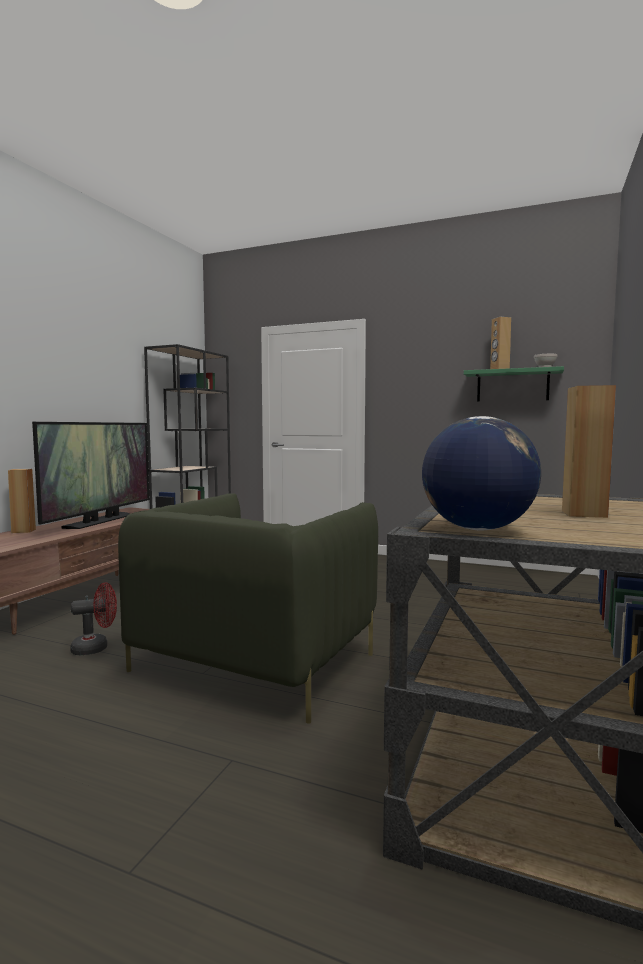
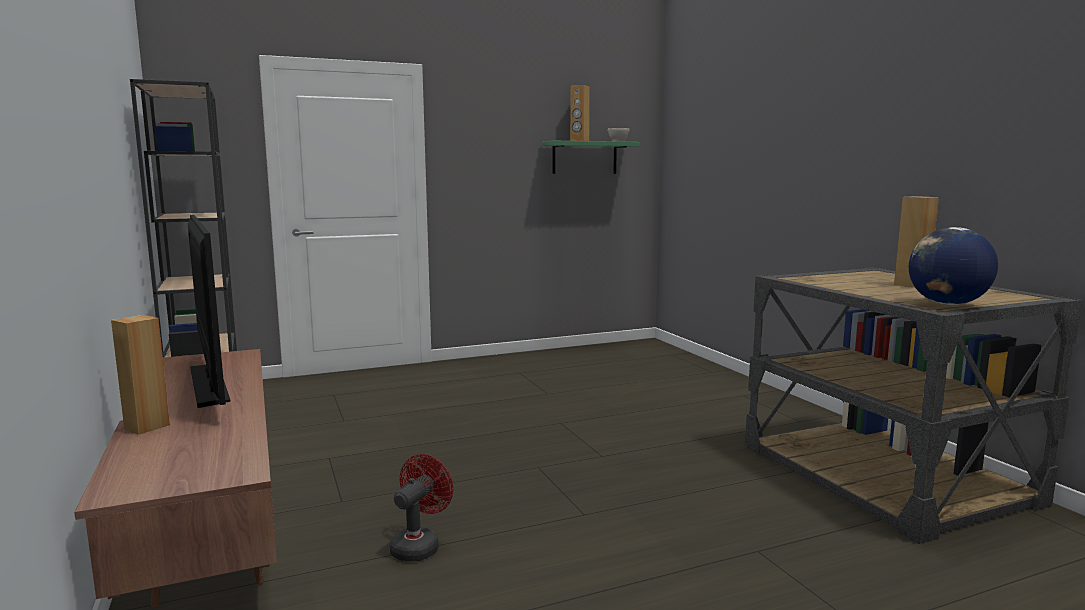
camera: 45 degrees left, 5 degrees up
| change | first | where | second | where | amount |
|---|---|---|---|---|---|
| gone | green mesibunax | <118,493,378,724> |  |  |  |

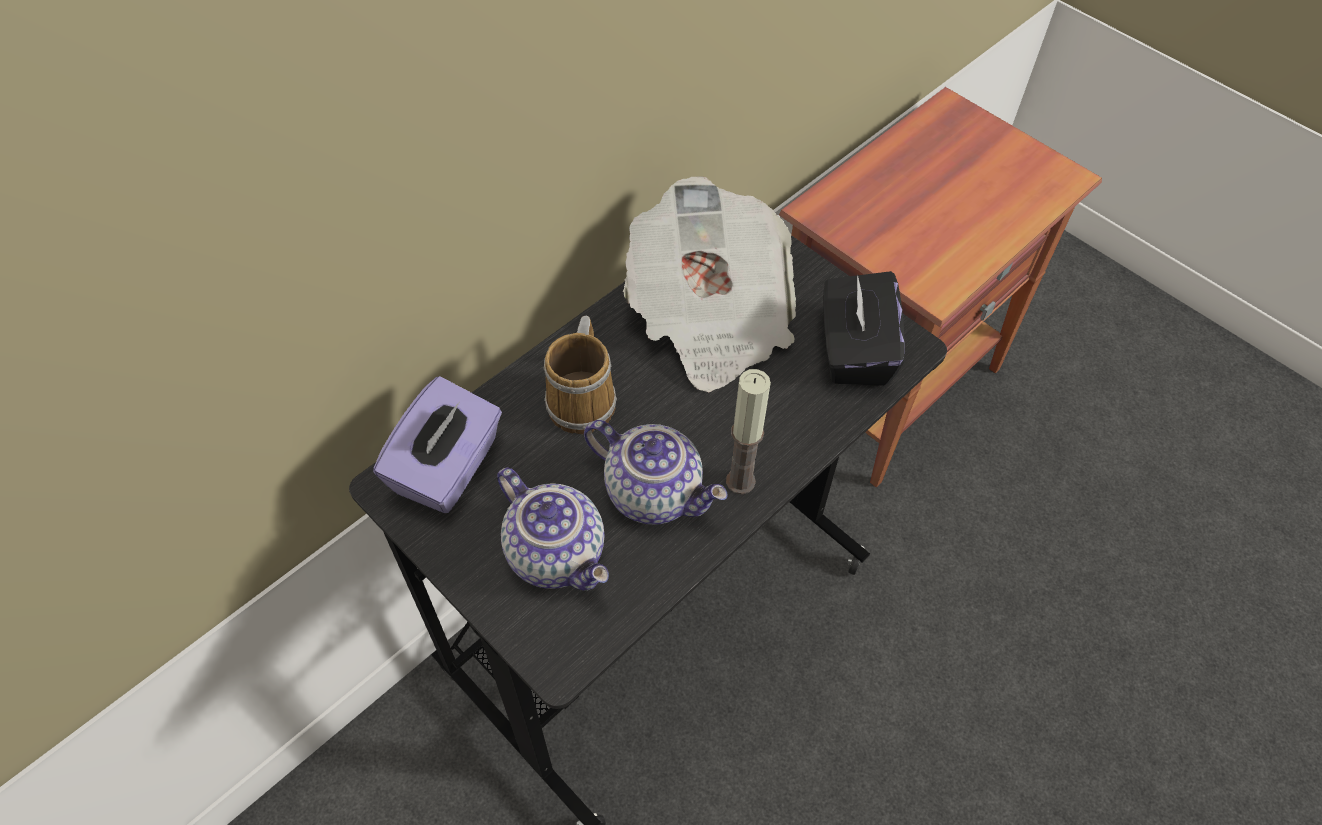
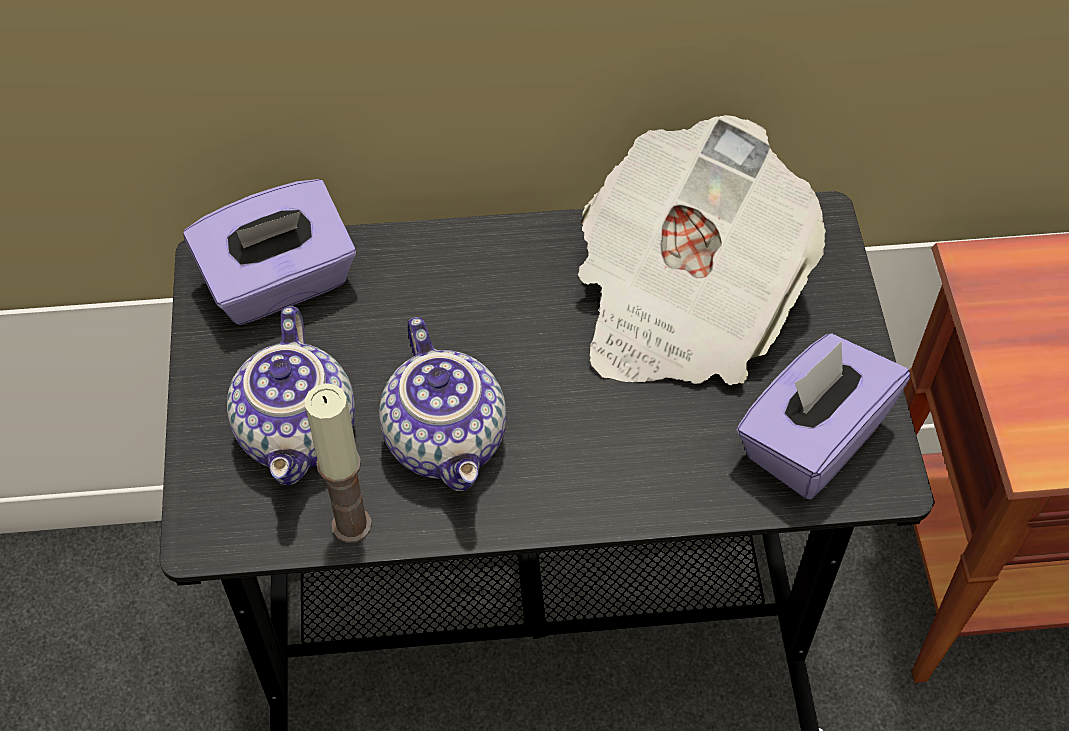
camera: 40 degrees right, 0 degrees up
| change | first | where | second | where | amount |
|---|---|---|---|---|---|
| gone | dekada | <544,316,617,434> |  |  |  |
| shifted | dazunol | <726,369,771,494> |  | <305,383,372,543> |  |
| repainted | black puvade | <823,271,905,386> | purple puvade | <736,333,910,500> |  |

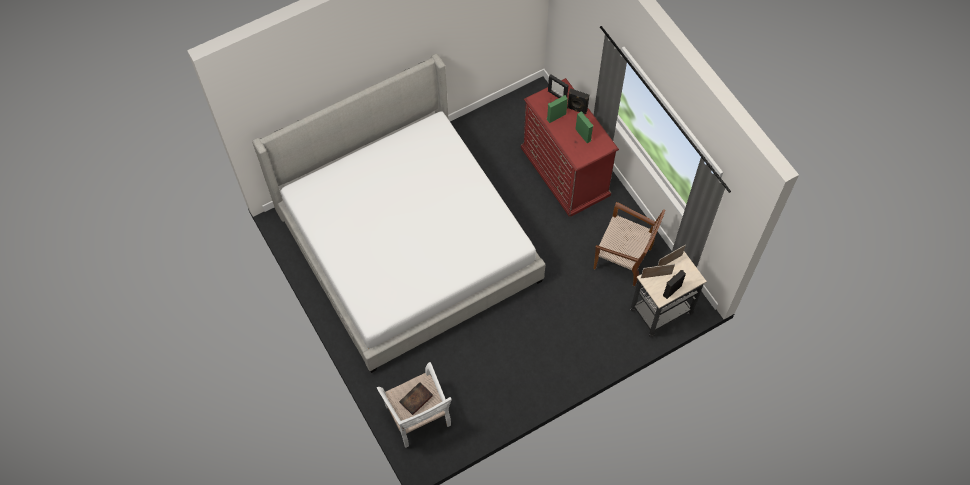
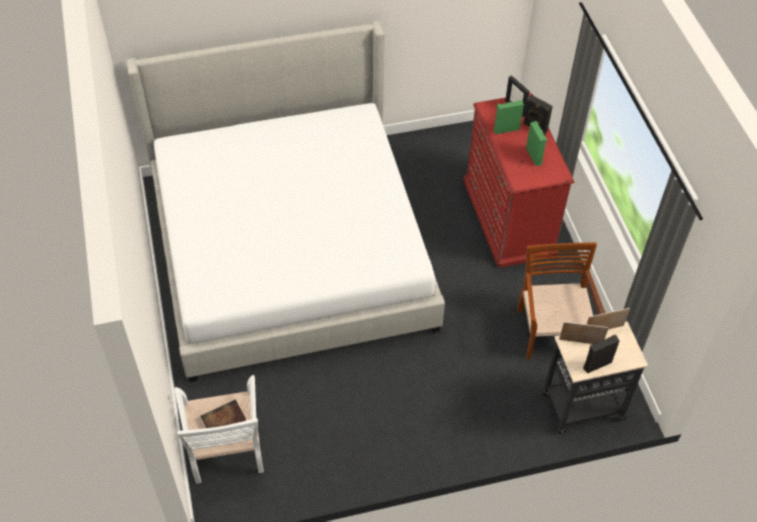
camera: 15 degrees right, 10 degrees down
| change | first | where | second | where | amount |
|---|---|---|---|---|---|
| rotated | brown mesibunax | <593,202,666,286> |  | <517,242,605,359> | 135 degrees counterclockwise |

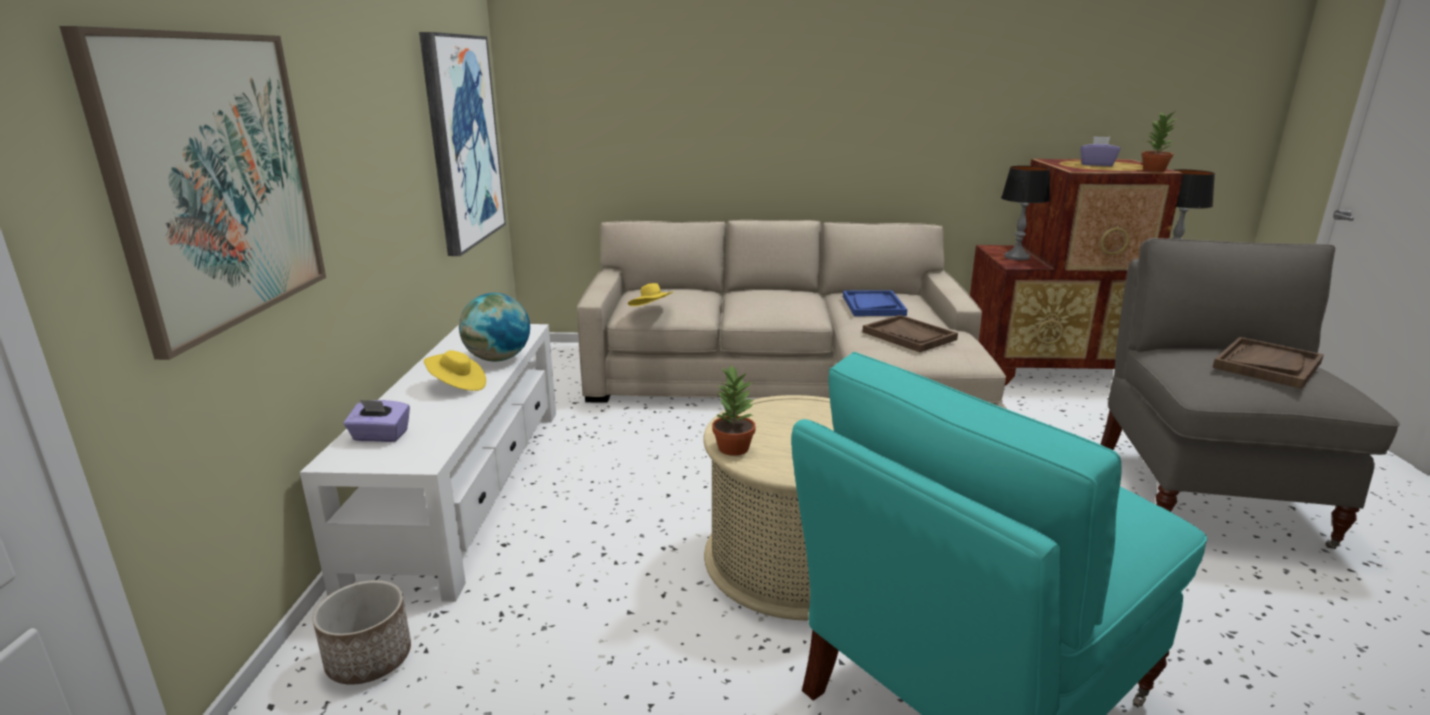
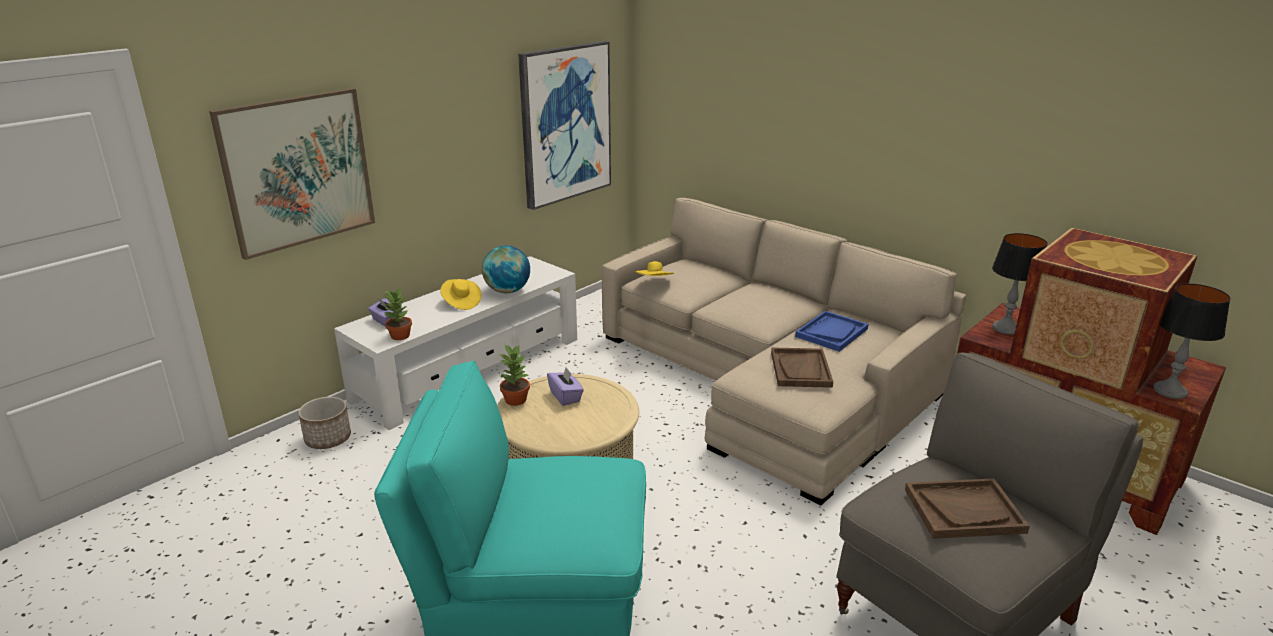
camera: 40 degrees right, 5 degrees up
| change | first | where | second | where | amount |
|---|---|---|---|---|---|
| shifted | purple puvade | <1080,136,1120,166> |  | <547,368,584,406> |  |
| shifted | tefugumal | <1141,112,1178,172> |  | <383,288,412,340> |  |

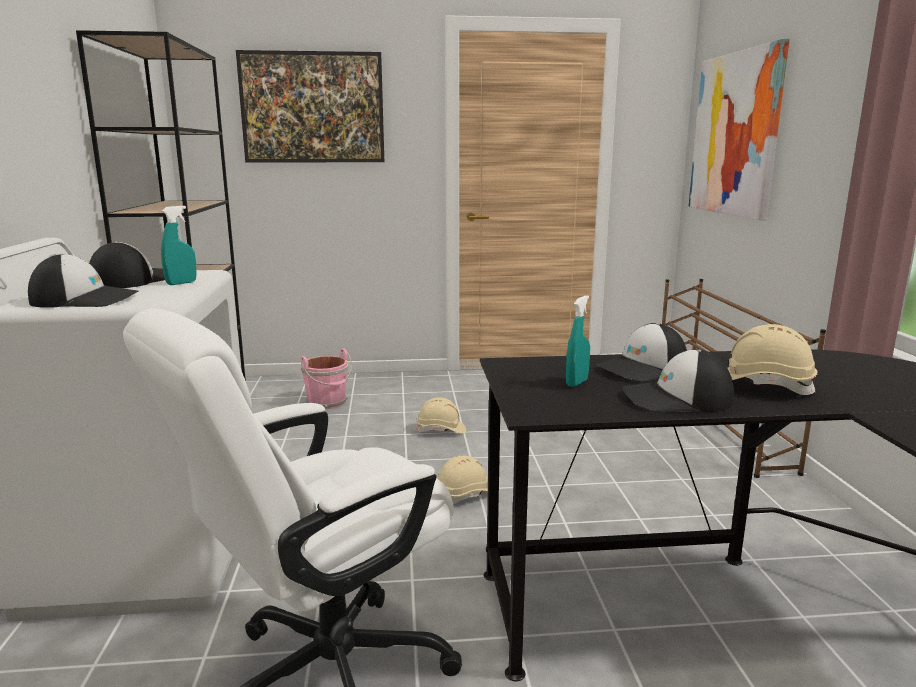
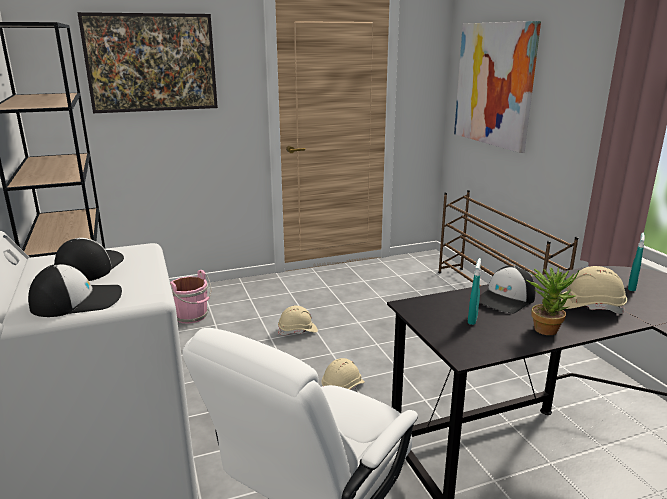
camera: 15 degrees left, 5 degrees up
| change | first | where | second | where | amount |
|---|---|---|---|---|---|
| shifted | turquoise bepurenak | <161,206,196,285> |  | <628,233,645,291> |  |
| swapped | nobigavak | <622,349,734,412> | tefugumal | <527,268,580,335> |  |

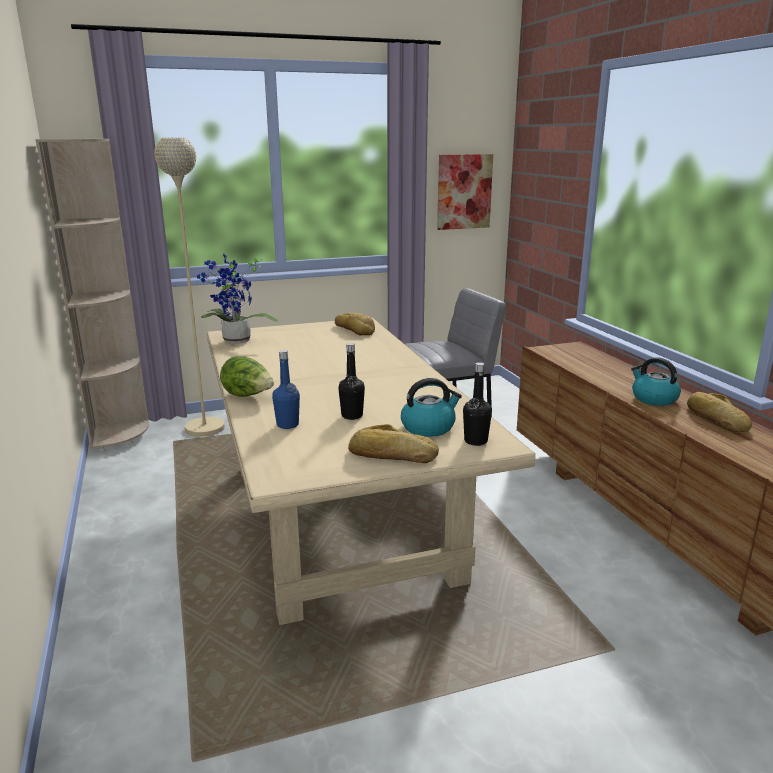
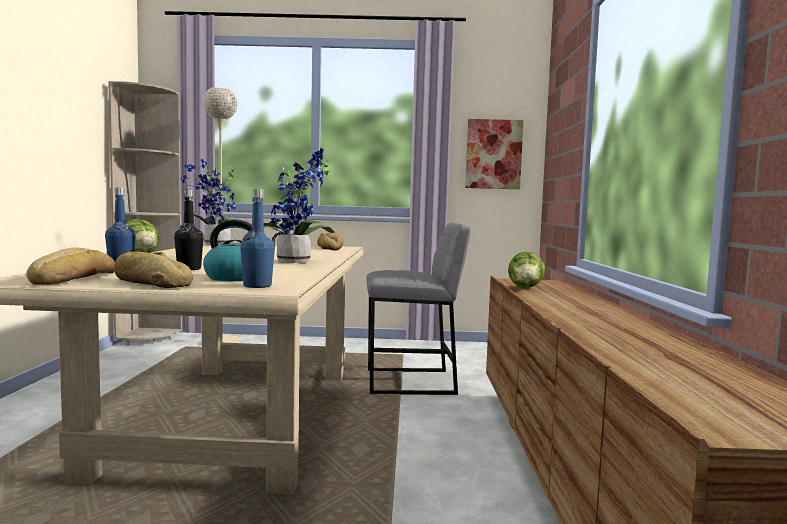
camera: 20 degrees right, 15 degrees down
| change | first | where | second | where | amount |
|---|---|---|---|---|---|
| repainted | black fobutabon | <463,362,492,446> | blue fobutabon | <240,189,275,288> |  |
| gone | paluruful | <631,358,681,406> |  |  |  |
| shifted | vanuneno | <687,392,752,432> |  | <26,248,115,285> |  |
| new |  |  | tefugumal | <248,148,335,263> |  |
| new |  |  | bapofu | <508,252,545,288> |  |

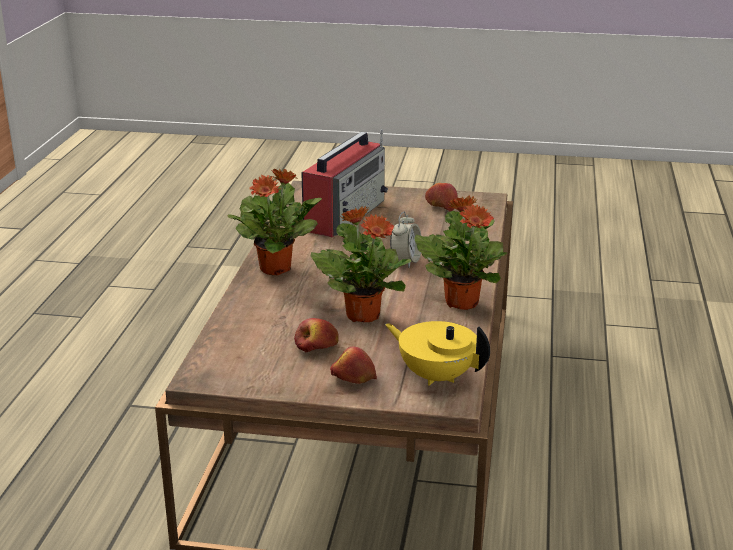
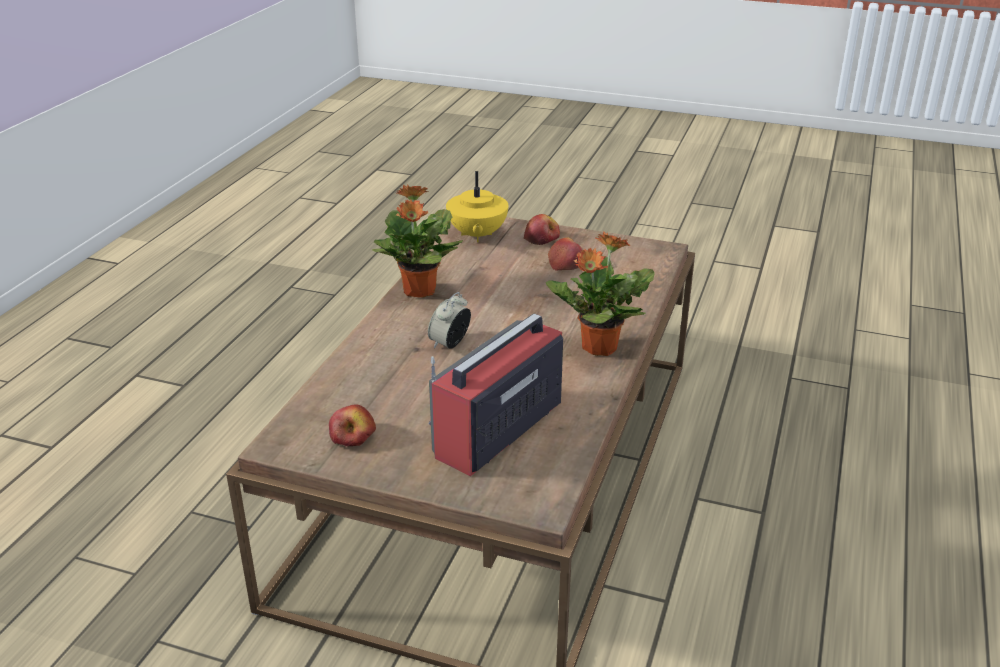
camera: 170 degrees left, 5 degrees up
| change | first | where | second | where | amount |
|---|---|---|---|---|---|
| gone | tefugumal | <311,206,412,322> |  |  |  |
| rotated | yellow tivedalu | <385,321,490,386> |  | <446,171,508,242> | 45 degrees clockwise |

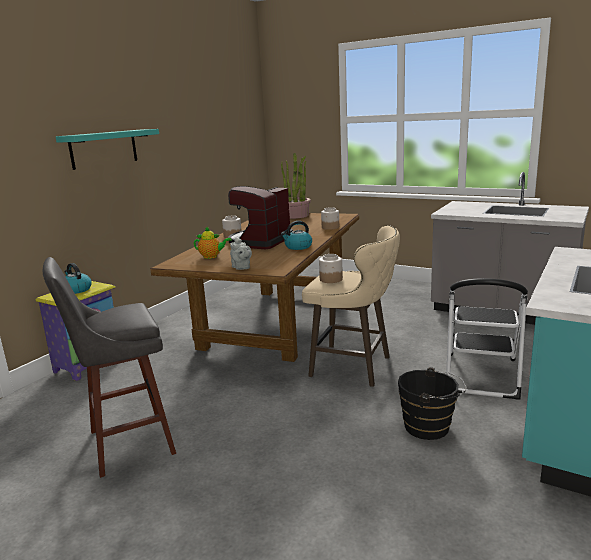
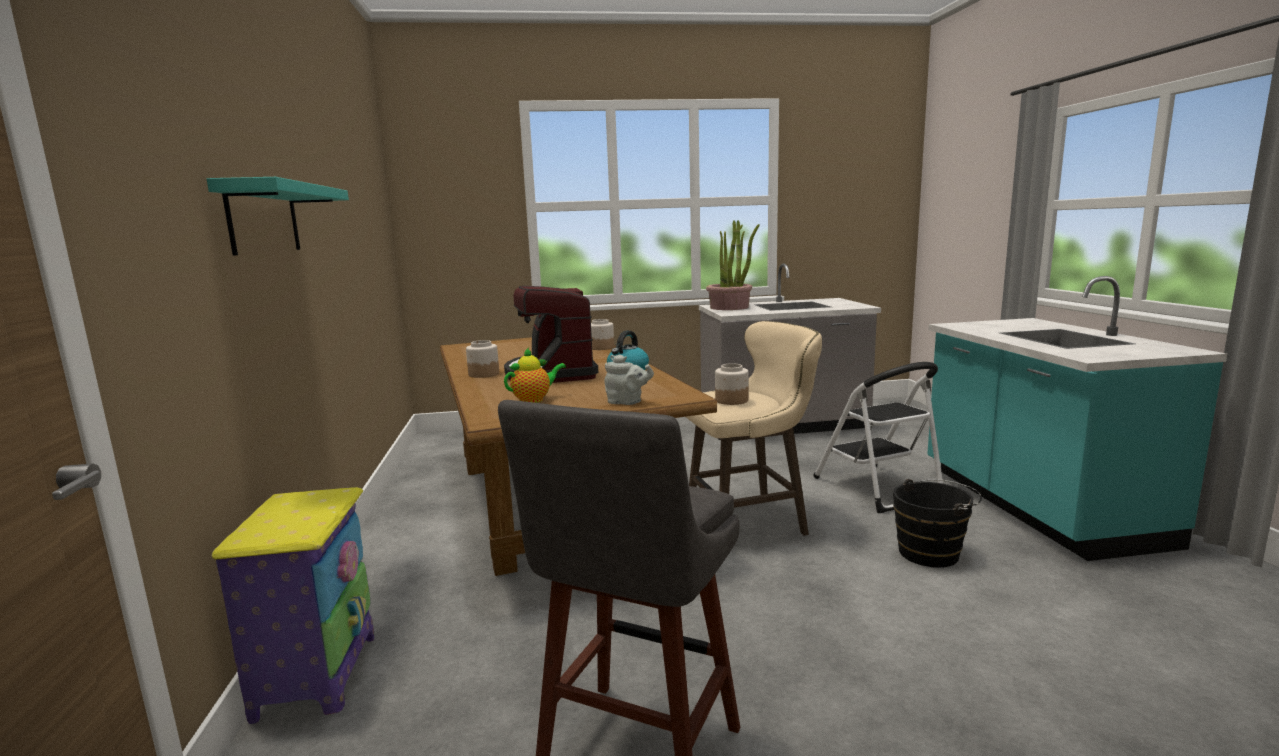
camera: 40 degrees left, 5 degrees down
| change | first | where | second | where | amount |
|---|---|---|---|---|---|
| gone | paluruful | <64,263,92,294> |  |  |  |
| shifted | tefugumal | <281,153,311,219> |  | <706,220,760,310> |  |

